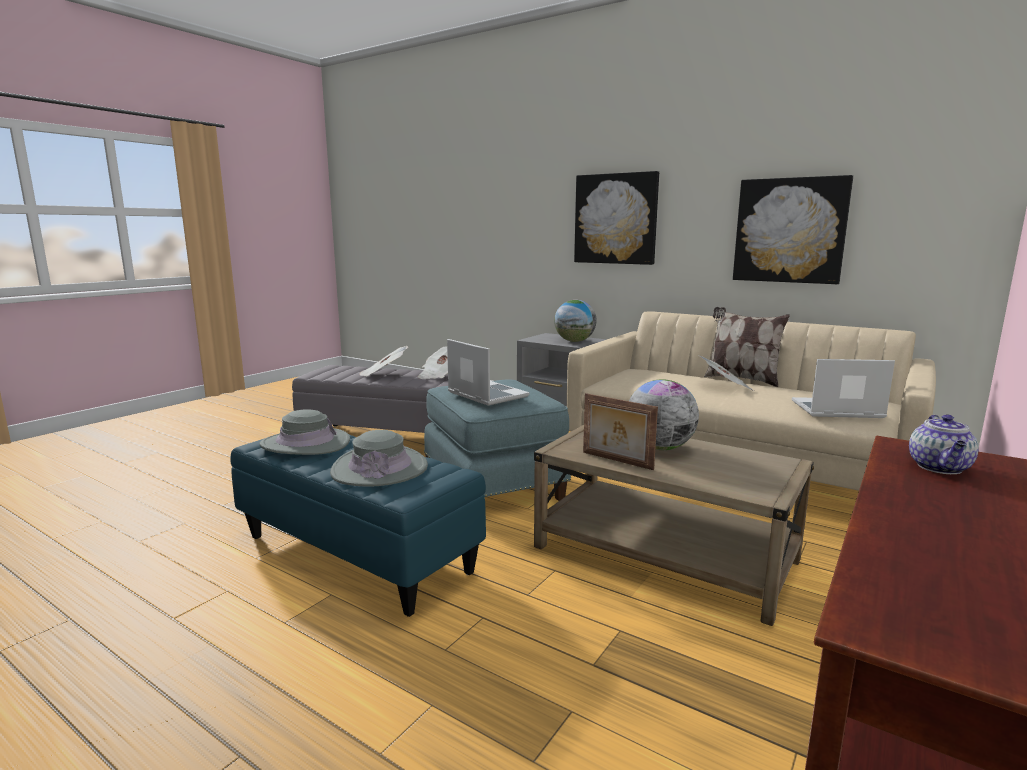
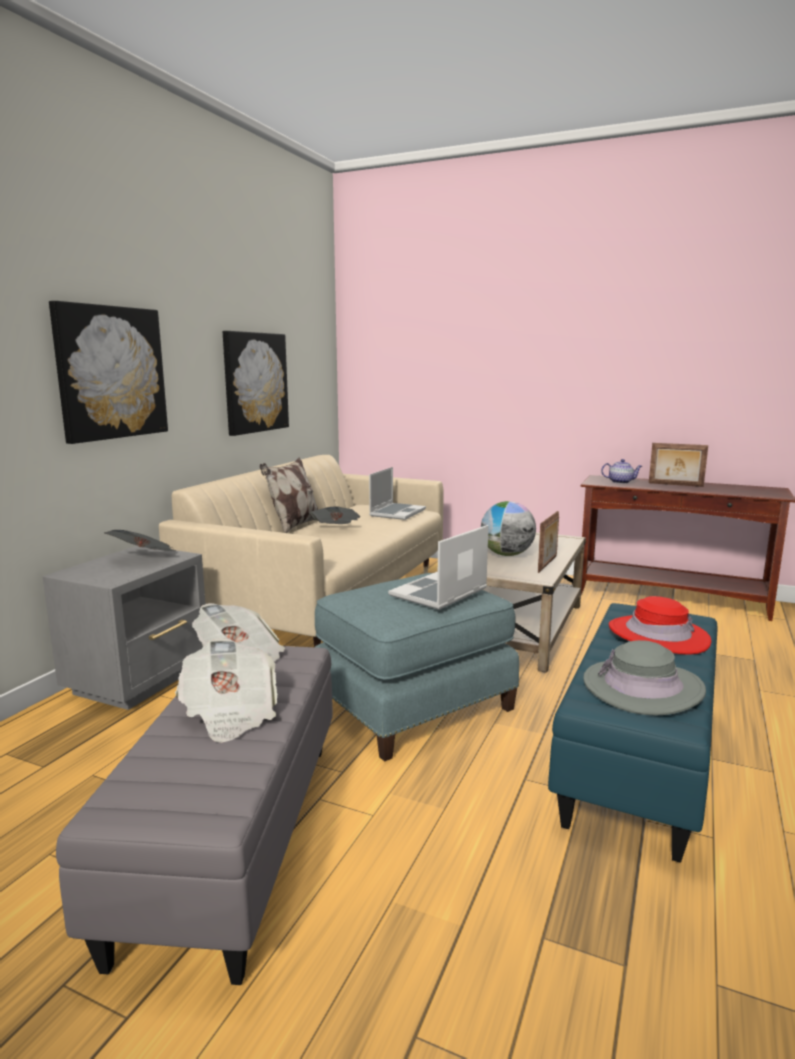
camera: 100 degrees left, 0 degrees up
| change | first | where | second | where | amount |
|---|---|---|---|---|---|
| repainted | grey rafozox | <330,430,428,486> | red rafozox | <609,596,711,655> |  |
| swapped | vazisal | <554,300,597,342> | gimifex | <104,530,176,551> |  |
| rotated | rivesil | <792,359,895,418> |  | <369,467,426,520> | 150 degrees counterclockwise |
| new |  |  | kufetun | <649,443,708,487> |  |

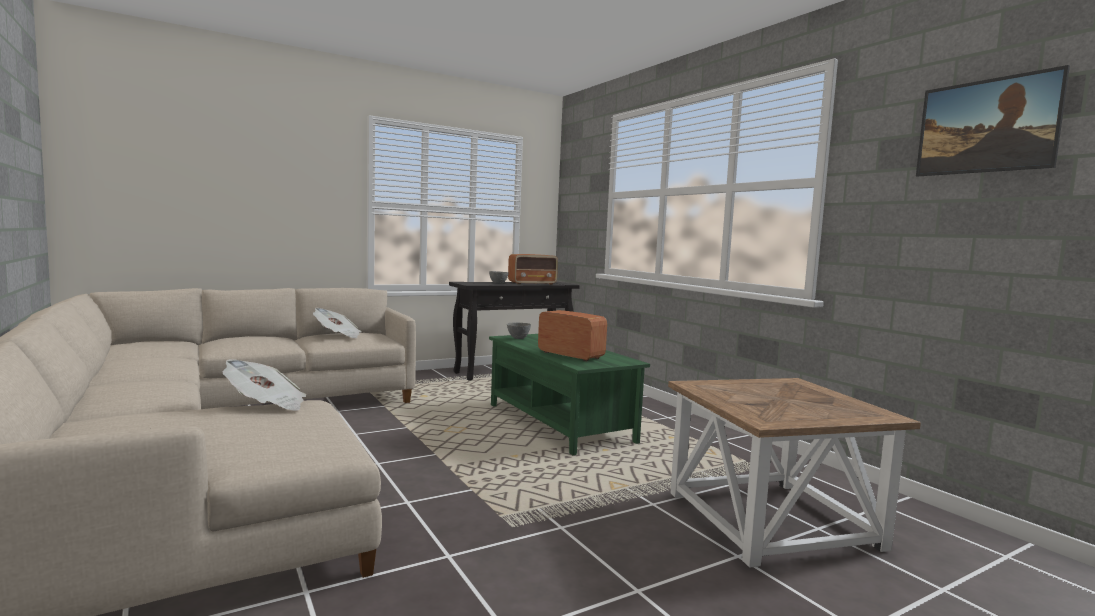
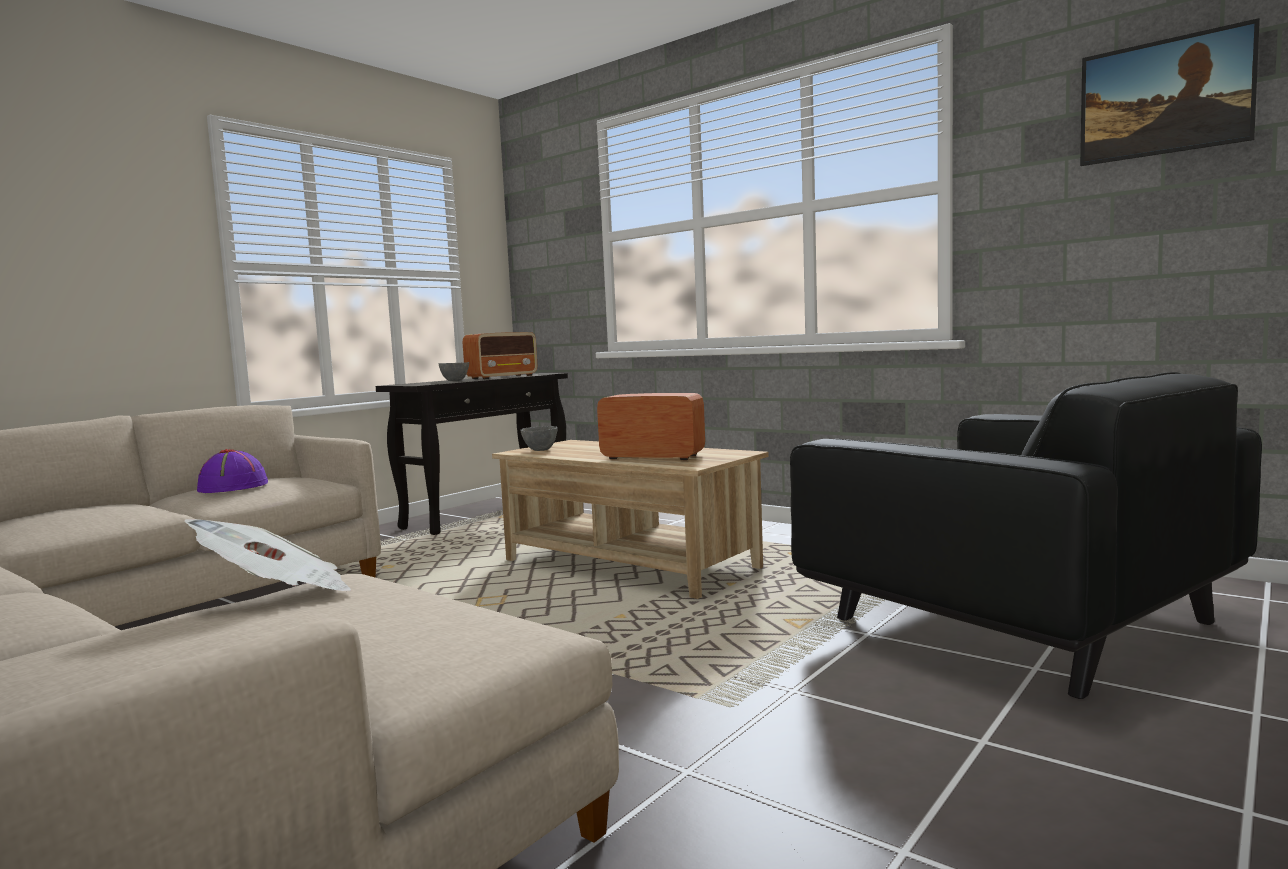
camera: 20 degrees left, 0 degrees up
| change | first | where | second | where | amount |
|---|---|---|---|---|---|
| swapped | gimifex | <313,308,362,339> | purple rafozox | <197,449,268,493> |  |
| repainted | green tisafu | <489,334,650,455> | beige tisafu | <492,440,769,599> |  |
| swapped | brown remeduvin | <668,378,921,567> | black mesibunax | <790,372,1262,699> |  |

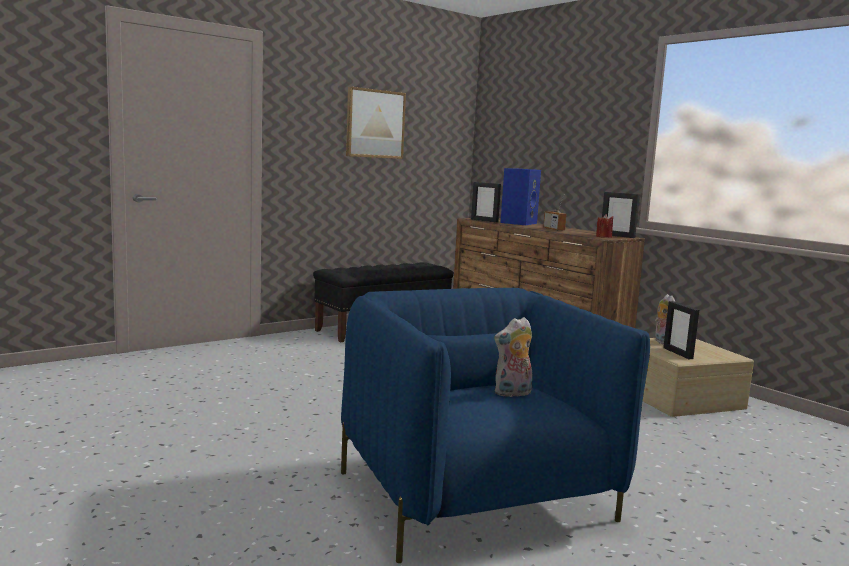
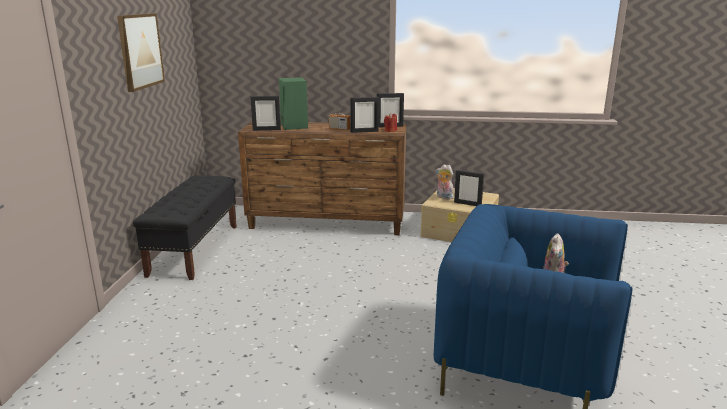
camera: 45 degrees left, 10 degrees up
| change | first | where | second | where | amount |
|---|---|---|---|---|---|
| repainted | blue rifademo | <501,168,541,225> | green rifademo | <279,77,308,130> |  |
| new |  |  | kufetun | <350,97,379,133> |  |

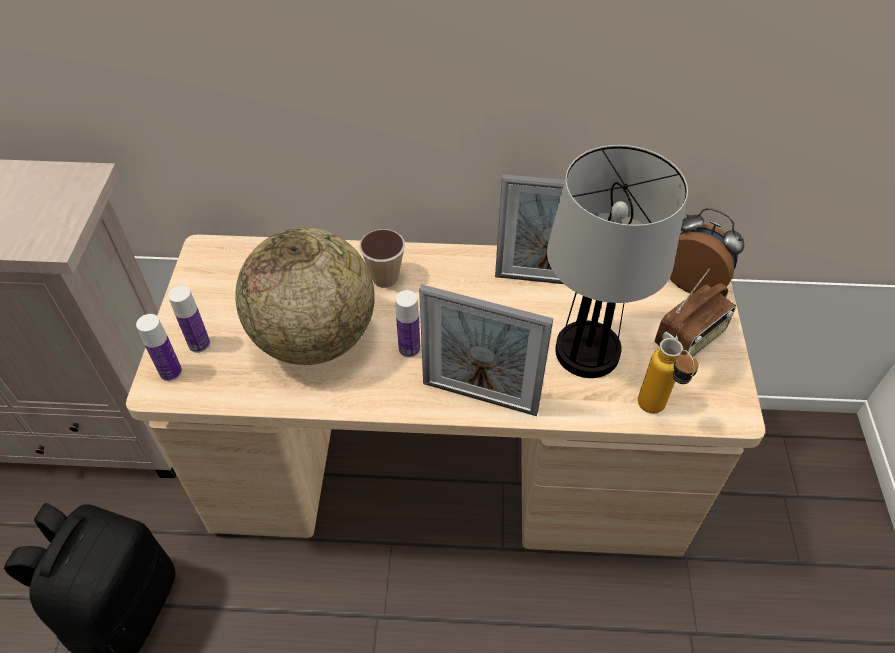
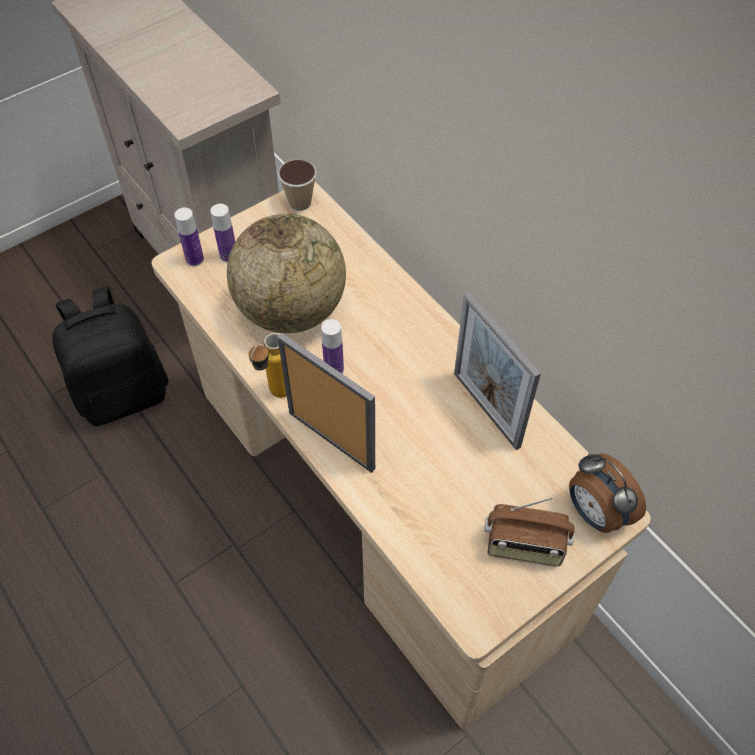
camera: 50 degrees right, 5 degrees up
| change | first | where | second | where | amount |
|---|---|---|---|---|---|
| shifted | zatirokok | <359,229,405,288> |  | <278,160,317,211> |  |
| rotated | kufetun | <419,285,553,416> |  | <278,333,375,473> | 150 degrees clockwise |
| gone | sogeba | <547,145,688,378> |  |  |  |
| shifted | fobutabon | <638,338,699,413> |  | <248,333,287,398> |  |
| rotated | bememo | <670,208,744,294> |  | <569,453,646,533> | 150 degrees clockwise |

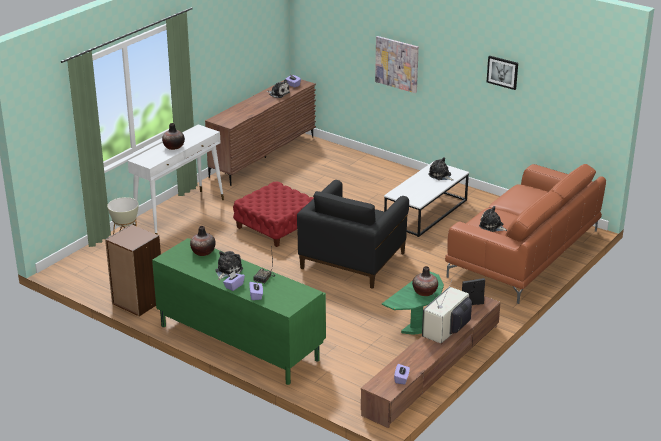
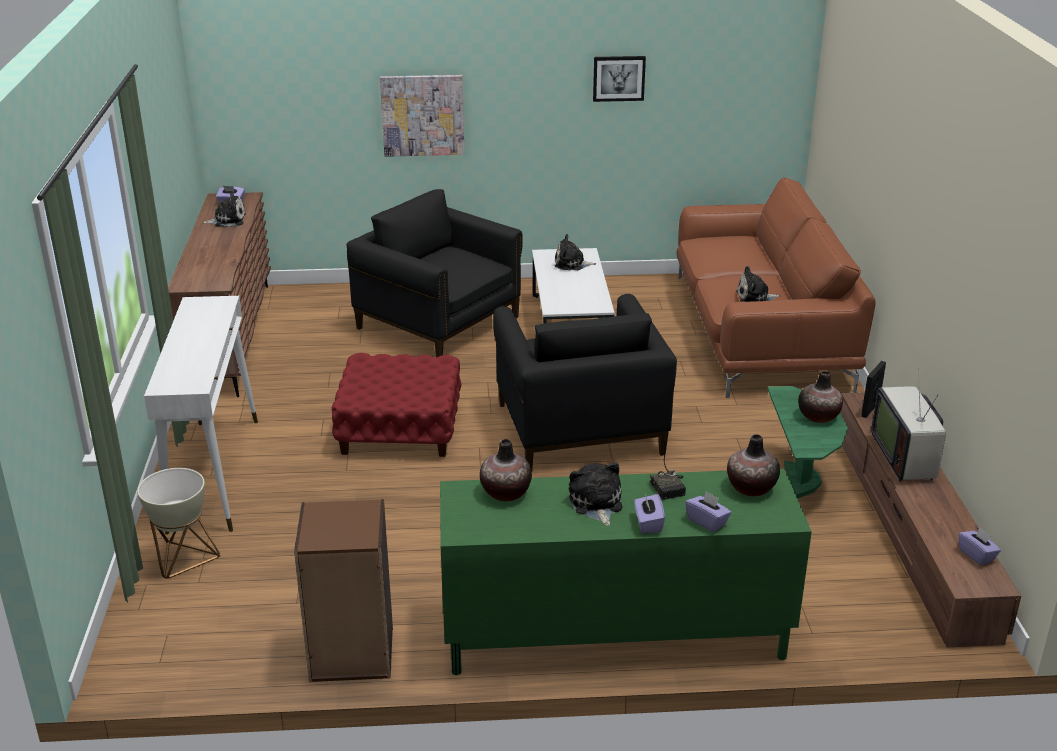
camera: 40 degrees left, 0 degrees up
| change | first | where | second | where | amount |
|---|---|---|---|---|---|
| shifted | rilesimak | <162,123,185,150> |  | <727,434,780,496> |  |
| new |  |  | black mesibunax | <347,189,523,357> |  |

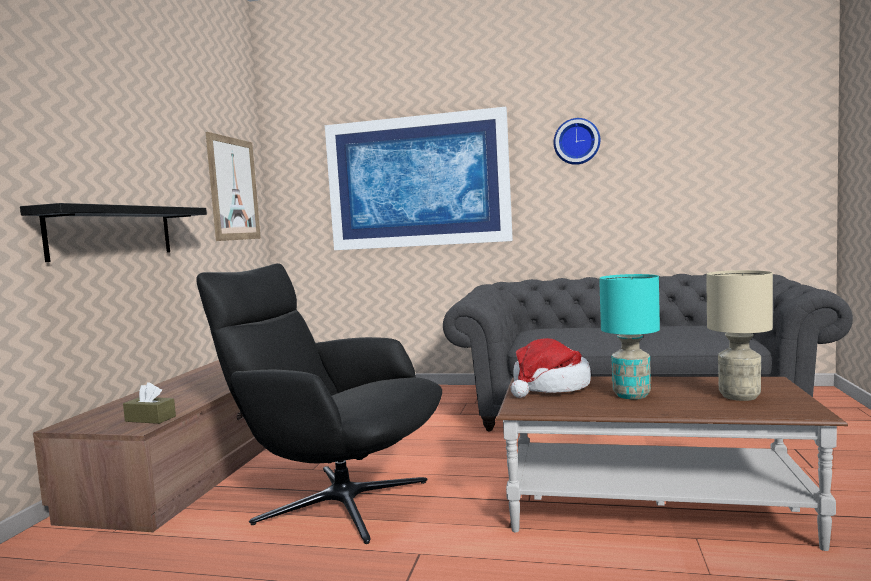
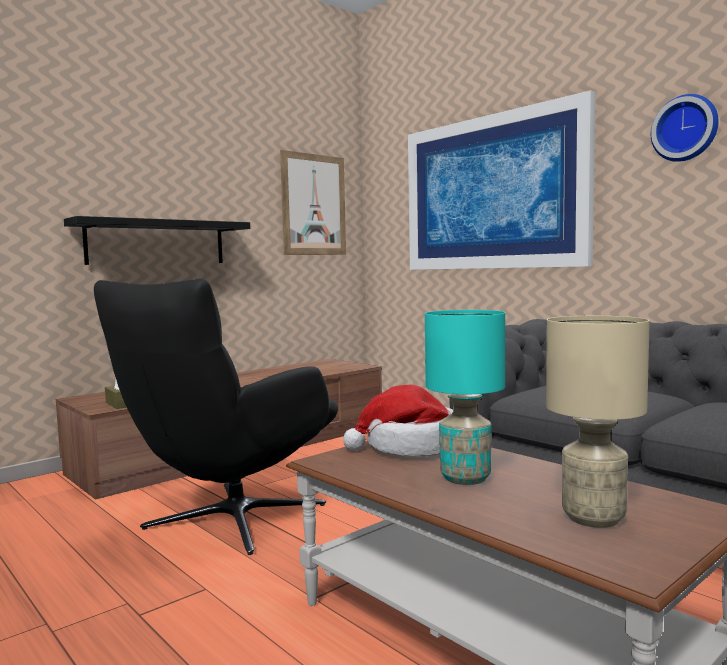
camera: 35 degrees right, 0 degrees up
| change | first | where | second | where | amount |
|---|---|---|---|---|---|
| rotated | black mesibunax | <196,263,442,544> |  | <94,279,338,555> | 120 degrees counterclockwise |

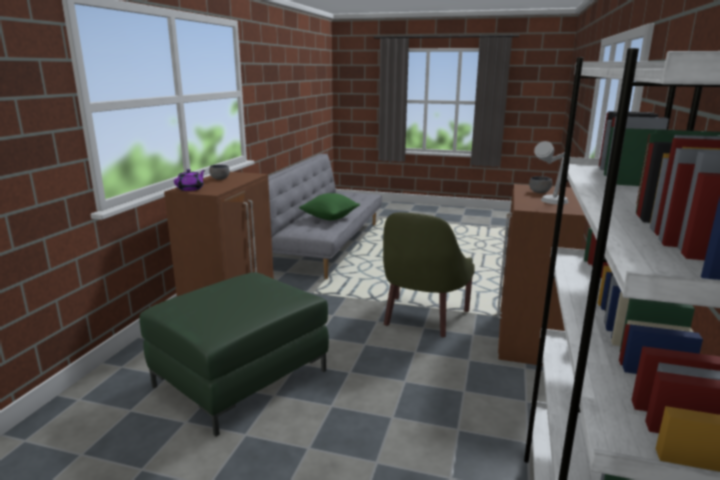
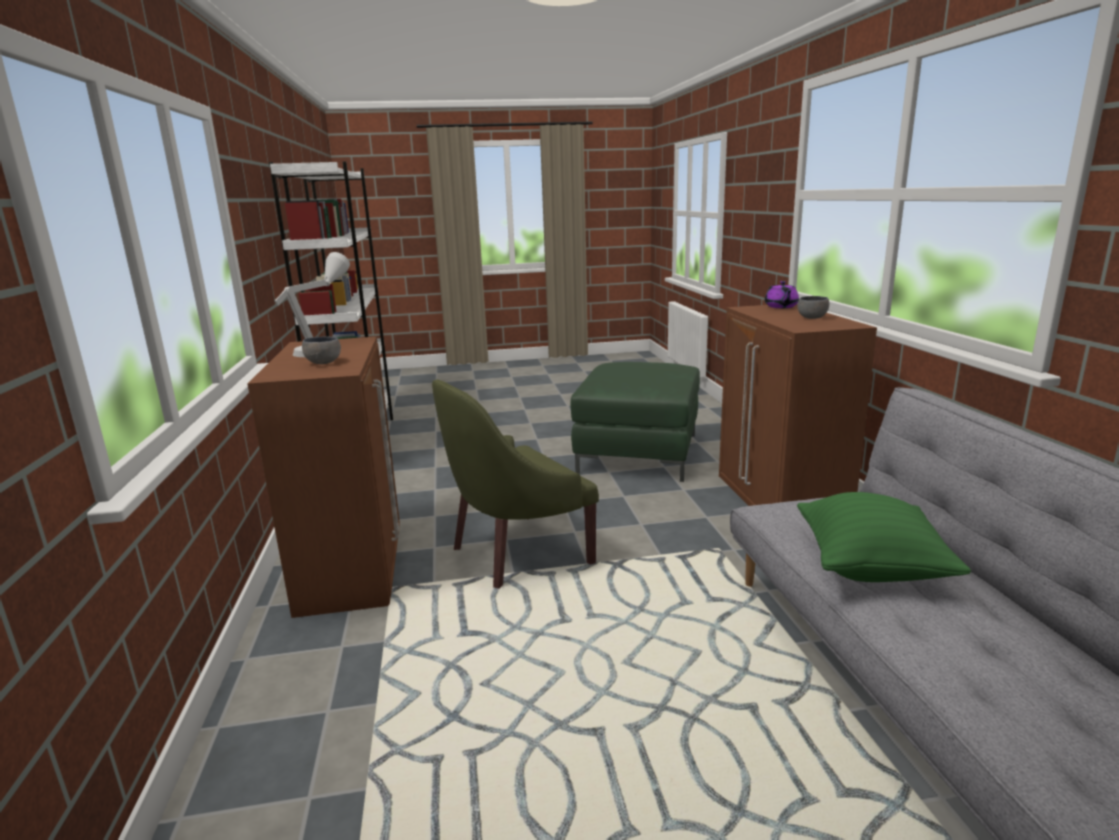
camera: 155 degrees right, 0 degrees up
| change | first | where | second | where | amount |
|---|---|---|---|---|---|
| rotated | green mesibunax | <383,212,475,337> |  | <432,379,599,589> | 120 degrees counterclockwise |

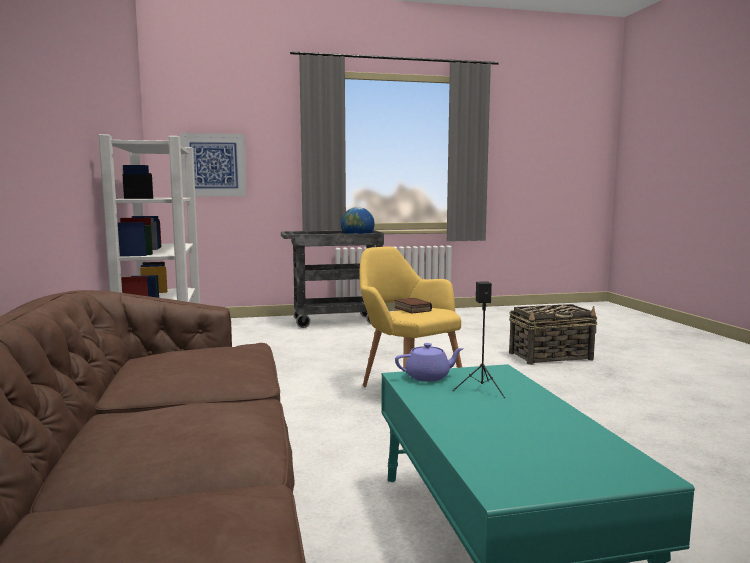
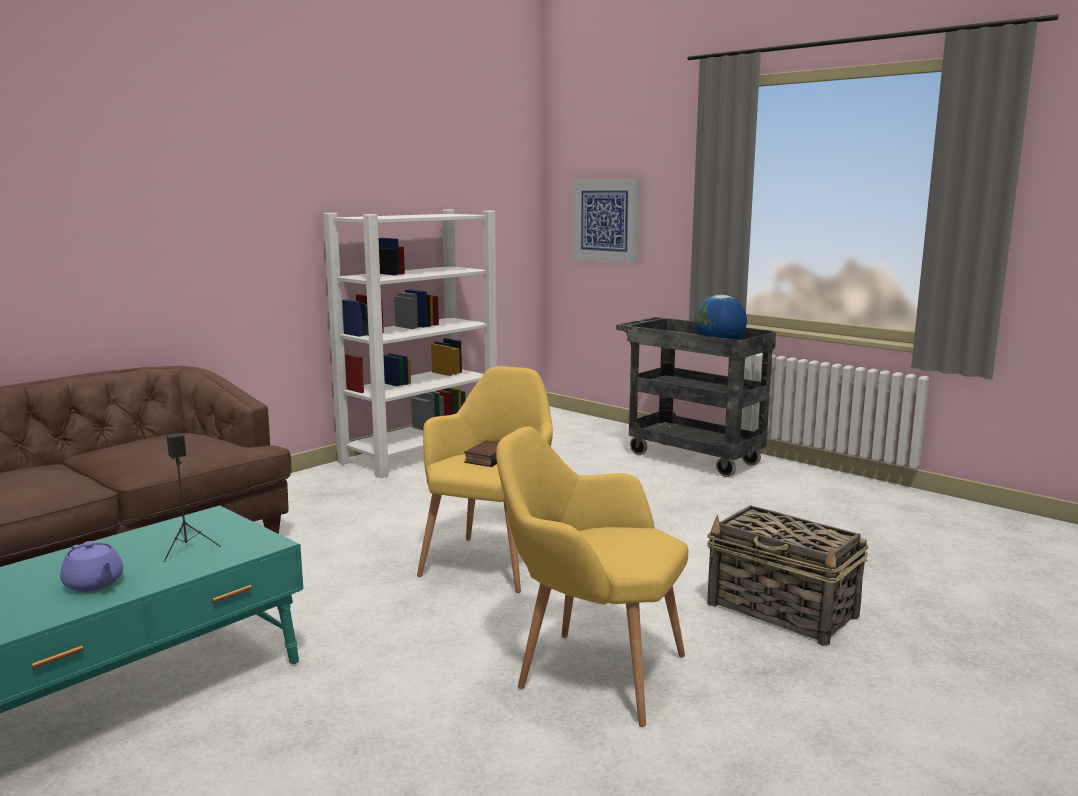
camera: 55 degrees right, 5 degrees up
| change | first | where | second | where | amount |
|---|---|---|---|---|---|
| shifted | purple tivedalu | <395,343,464,382> |  | <60,541,123,592> |  |
| new |  |  | yellow mesibunax | <496,426,688,727> |  |

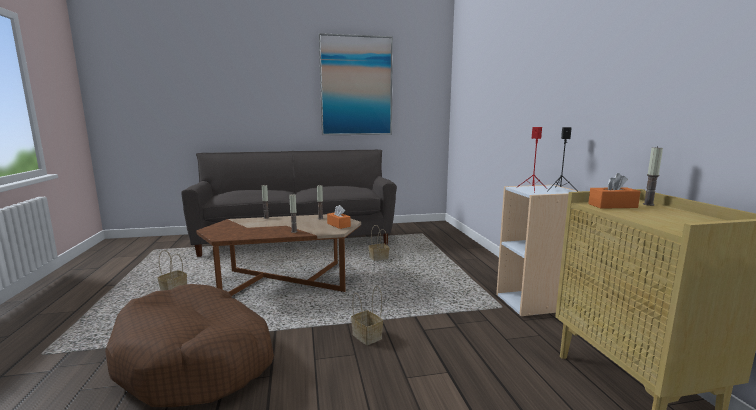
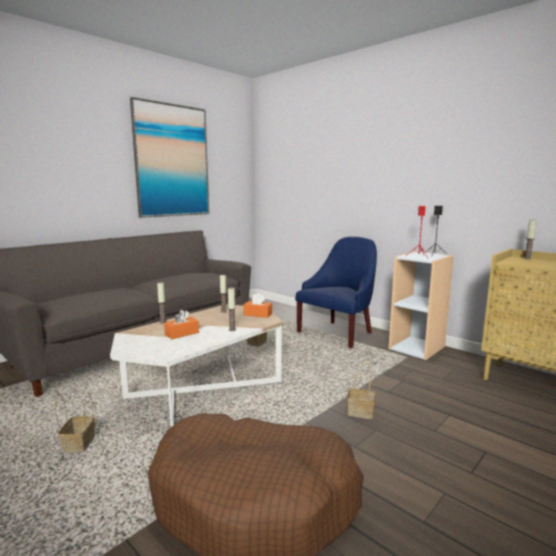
camera: 35 degrees left, 0 degrees up
| change | first | where | second | where | amount |
|---|---|---|---|---|---|
| repainted | brown tisafu | <196,214,361,296> | white tisafu | <110,304,283,427> |  |
| shifted | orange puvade | <588,173,641,209> |  | <164,310,199,339> |  |
| new |  |  | blue mesibunax | <295,237,377,348> |  |

